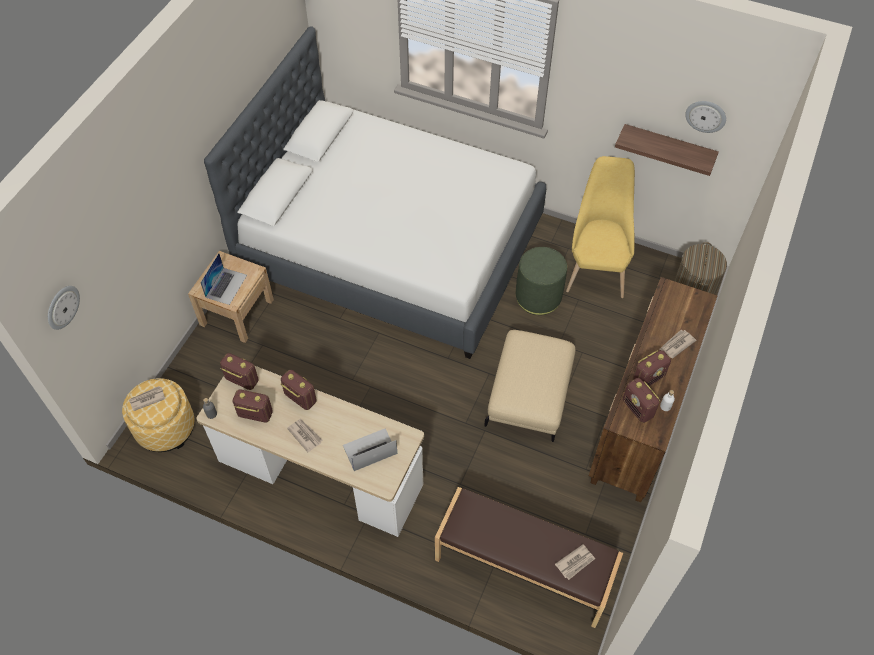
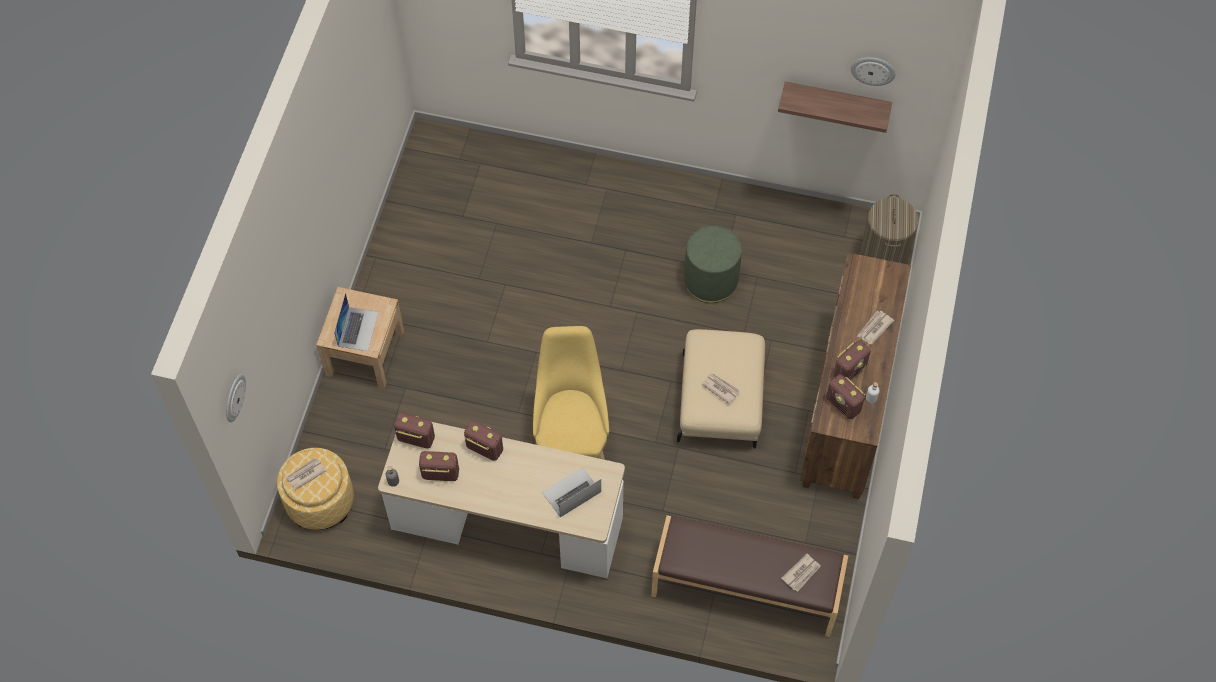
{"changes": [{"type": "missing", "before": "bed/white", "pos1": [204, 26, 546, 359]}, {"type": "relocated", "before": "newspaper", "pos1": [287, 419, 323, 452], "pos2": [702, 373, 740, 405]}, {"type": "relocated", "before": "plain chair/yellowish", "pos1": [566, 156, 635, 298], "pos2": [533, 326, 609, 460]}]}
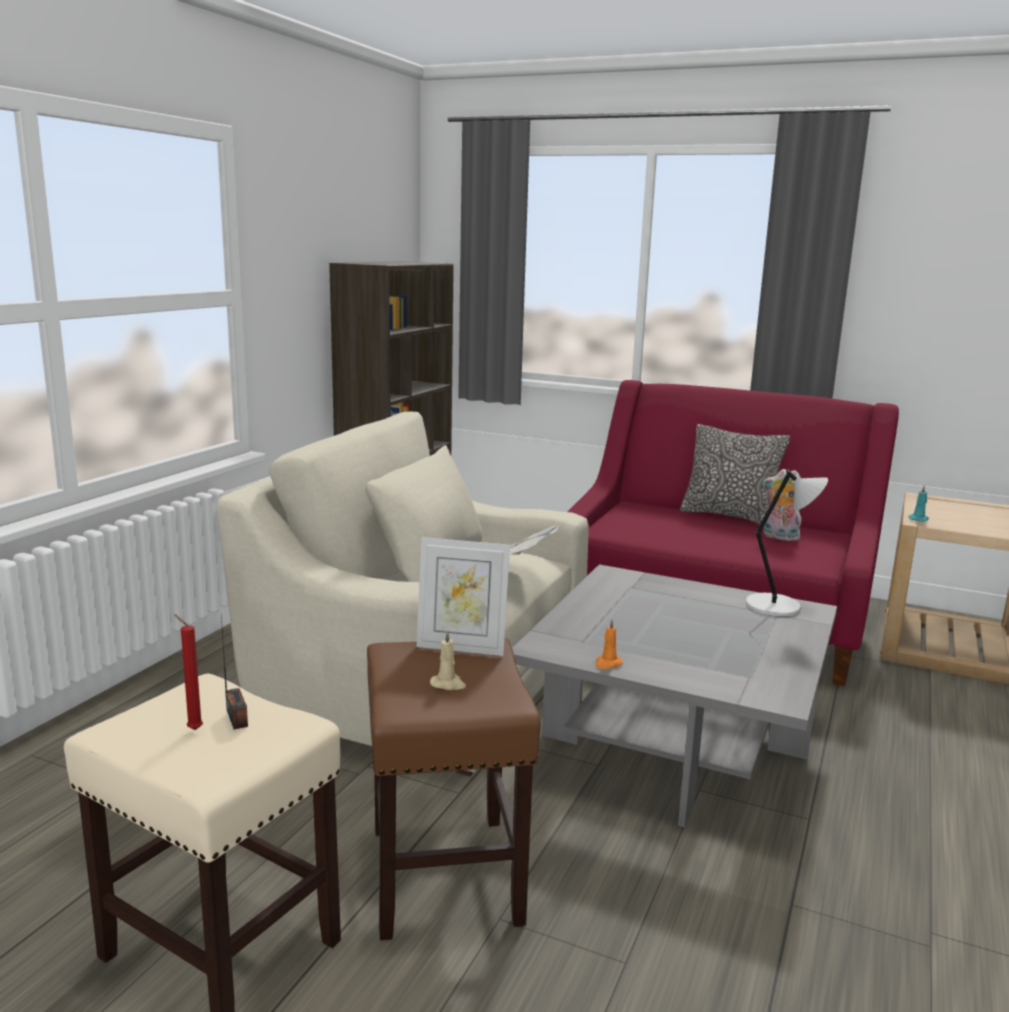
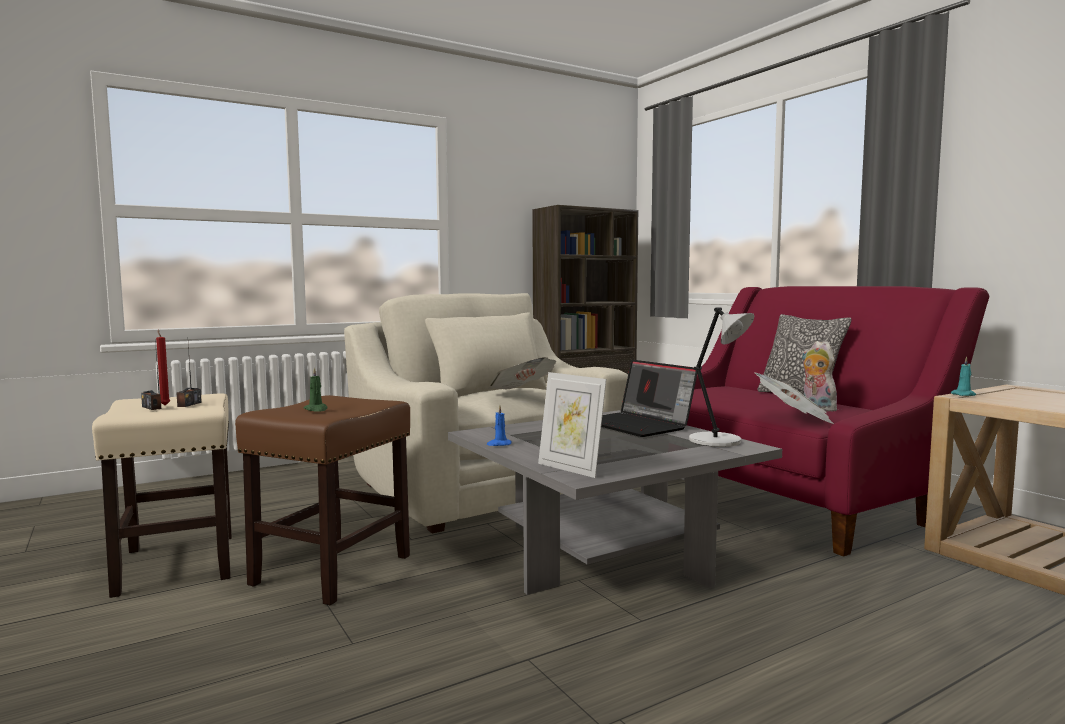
{"changes": [{"type": "relocated", "before": "standing frame", "pos1": [416, 537, 510, 656], "pos2": [538, 372, 606, 478]}, {"type": "colour", "before": "wax candle/beige-coloured", "after": "wax candle/greenish", "pos1": [430, 630, 466, 690], "pos2": [303, 368, 328, 412]}, {"type": "colour", "before": "wax candle/orange-coloured", "after": "wax candle/blue-coloured", "pos1": [596, 619, 623, 669], "pos2": [487, 405, 512, 446]}, {"type": "appeared", "after": "radio receiver", "pos2": [141, 340, 161, 410]}, {"type": "appeared", "after": "portable computer", "pos2": [601, 360, 697, 437]}, {"type": "appeared", "after": "newspaper", "pos2": [754, 372, 834, 424]}]}
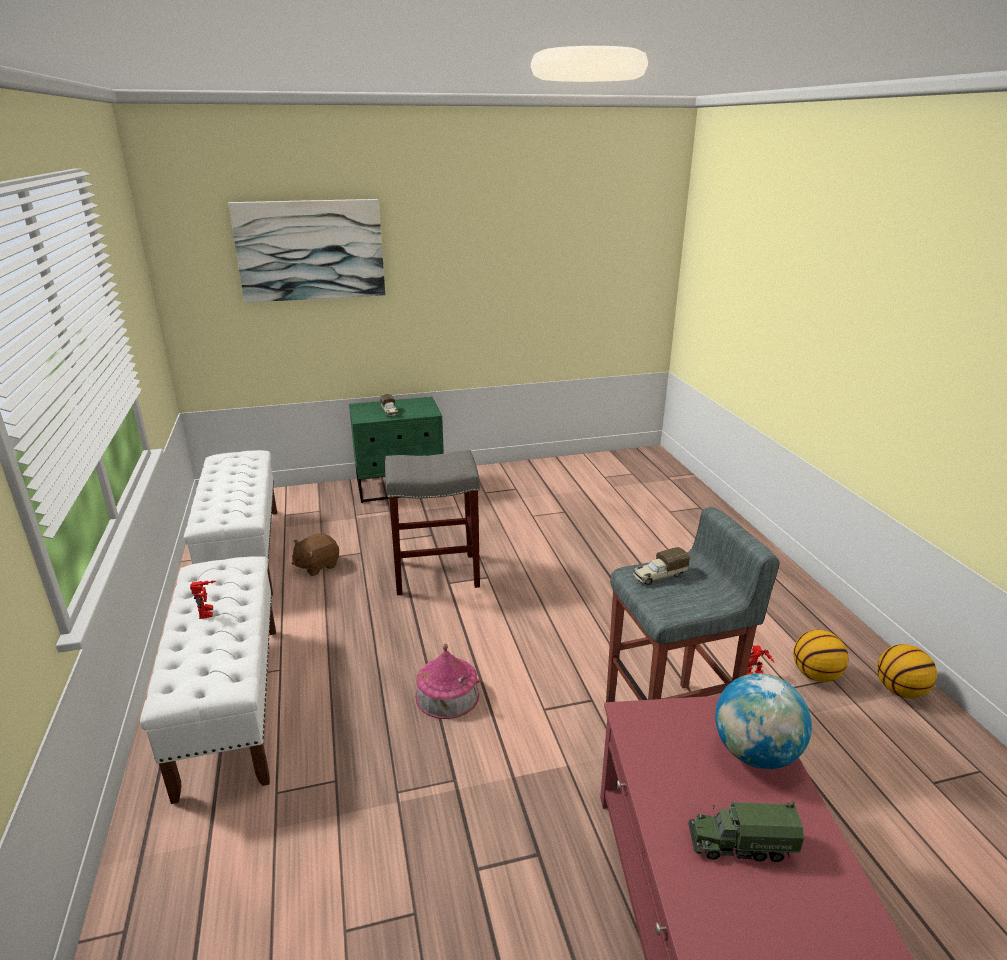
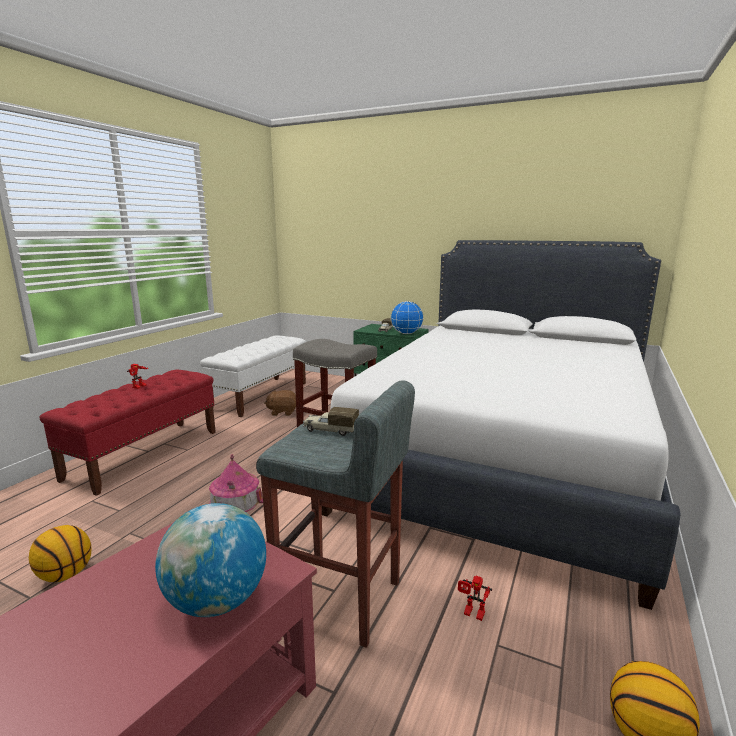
{"changes": [{"type": "colour", "before": "bench/white", "after": "bench/reddish", "pos1": [140, 556, 276, 804], "pos2": [39, 370, 216, 496]}, {"type": "missing", "before": "wall picture", "pos1": [228, 199, 385, 303]}, {"type": "missing", "before": "toy lorry", "pos1": [689, 801, 804, 862]}, {"type": "relocated", "before": "basketball ball", "pos1": [794, 630, 848, 682], "pos2": [29, 525, 92, 582]}, {"type": "appeared", "after": "bed/white", "pos2": [322, 240, 681, 610]}, {"type": "appeared", "after": "desk globe", "pos2": [391, 301, 424, 334]}]}
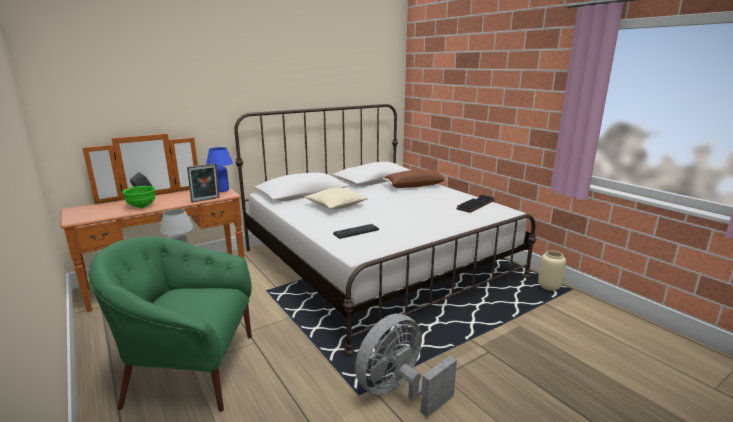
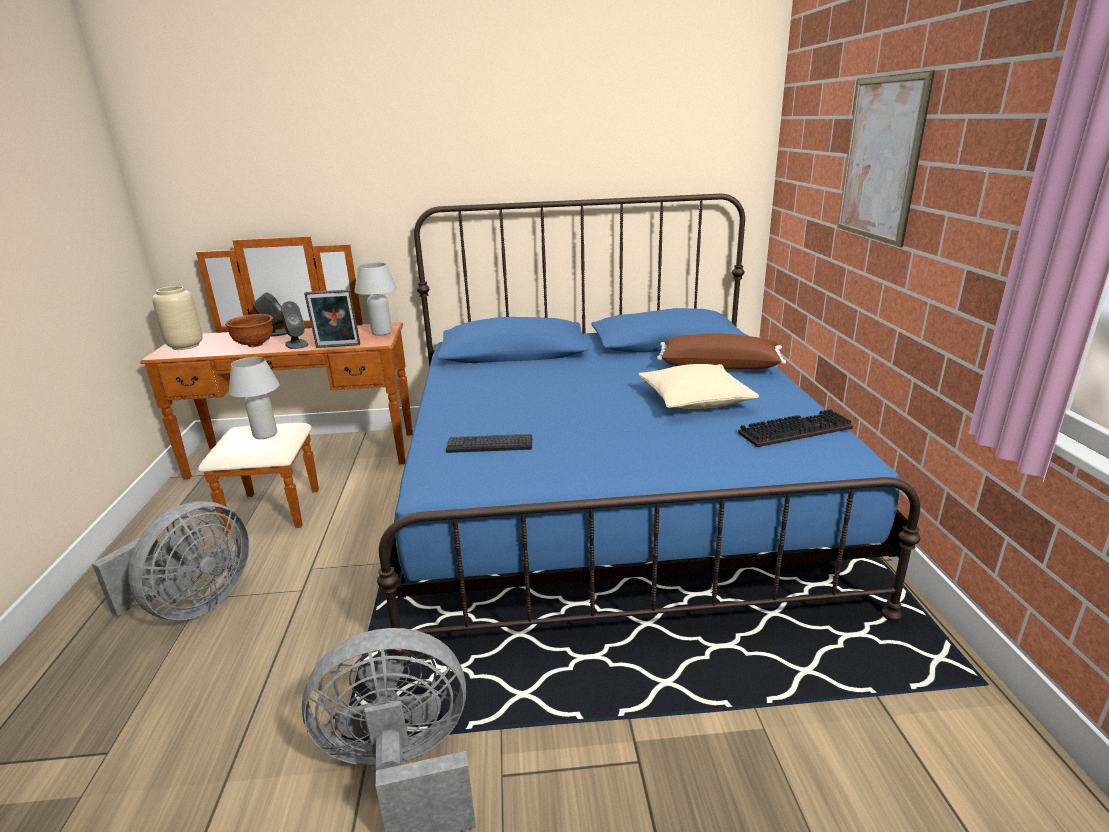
{"changes": [{"type": "exchanged", "before": "easy chair/greenish", "after": "electric fan/grey", "pos1": [88, 236, 252, 412], "pos2": [92, 501, 249, 620]}, {"type": "colour", "before": "serving bowl/greenish", "after": "serving bowl/brownish", "pos1": [122, 186, 156, 208], "pos2": [225, 314, 273, 347]}, {"type": "colour", "before": "table lamp/blue-coloured", "after": "table lamp/white", "pos1": [206, 147, 233, 192], "pos2": [354, 262, 397, 336]}, {"type": "colour", "before": "bed/white", "after": "bed/blue-coloured", "pos1": [234, 104, 536, 356], "pos2": [377, 194, 921, 665]}, {"type": "relocated", "before": "pillow/beige-coloured", "pos1": [304, 187, 368, 209], "pos2": [639, 364, 759, 409]}, {"type": "relocated", "before": "flower vase/beige-coloured", "pos1": [538, 250, 566, 291], "pos2": [152, 286, 203, 350]}, {"type": "appeared", "after": "audio speaker/grey", "pos2": [281, 301, 308, 349]}, {"type": "appeared", "after": "wall picture", "pos2": [837, 70, 935, 248]}]}
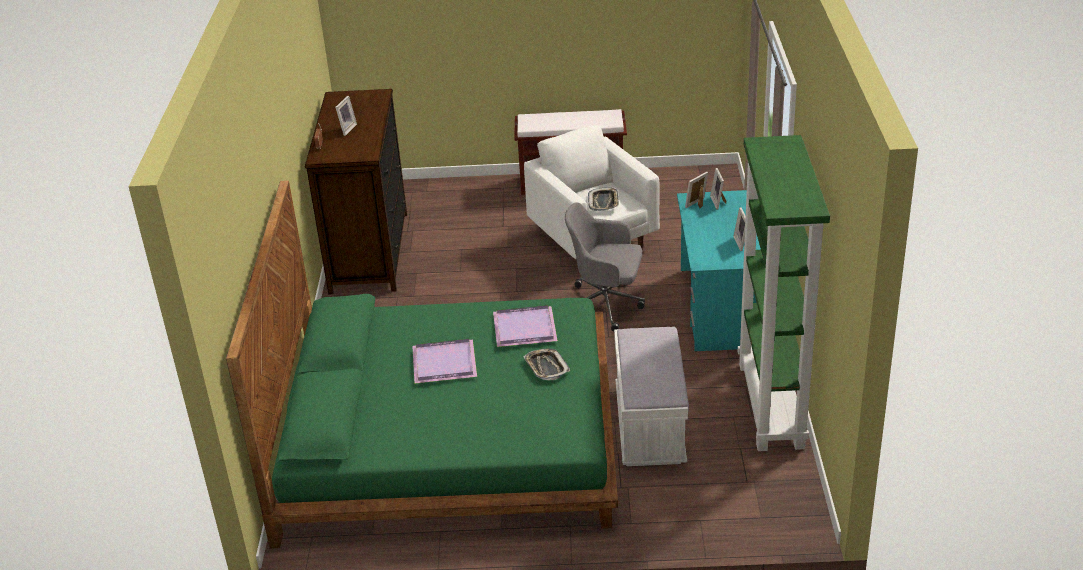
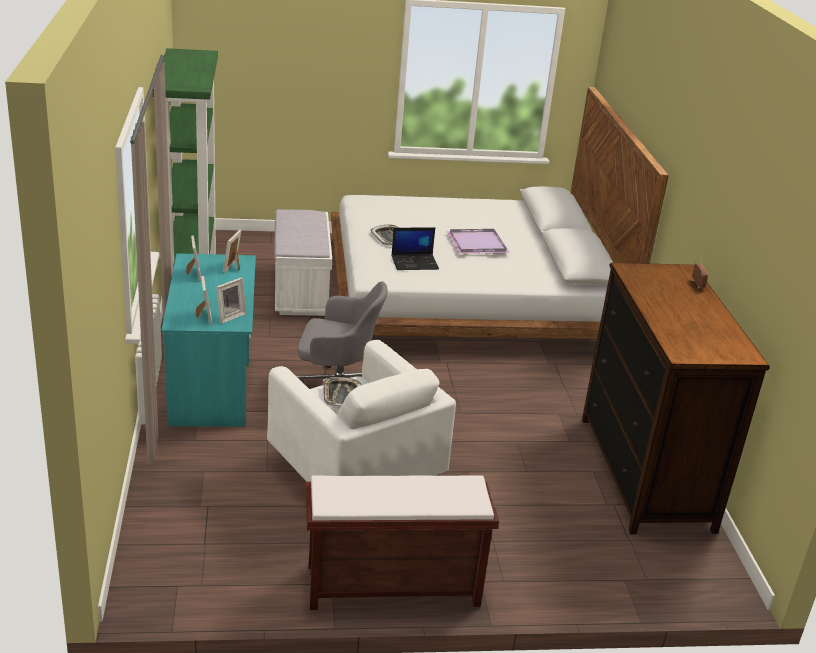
{"changes": [{"type": "colour", "before": "bed/greenish", "after": "bed/white", "pos1": [226, 181, 618, 548], "pos2": [331, 87, 669, 339]}, {"type": "relocated", "before": "standing frame", "pos1": [335, 96, 357, 136], "pos2": [223, 230, 241, 273]}, {"type": "exchanged", "before": "tray/purplish", "after": "portable computer", "pos1": [493, 305, 558, 347], "pos2": [391, 227, 439, 270]}]}
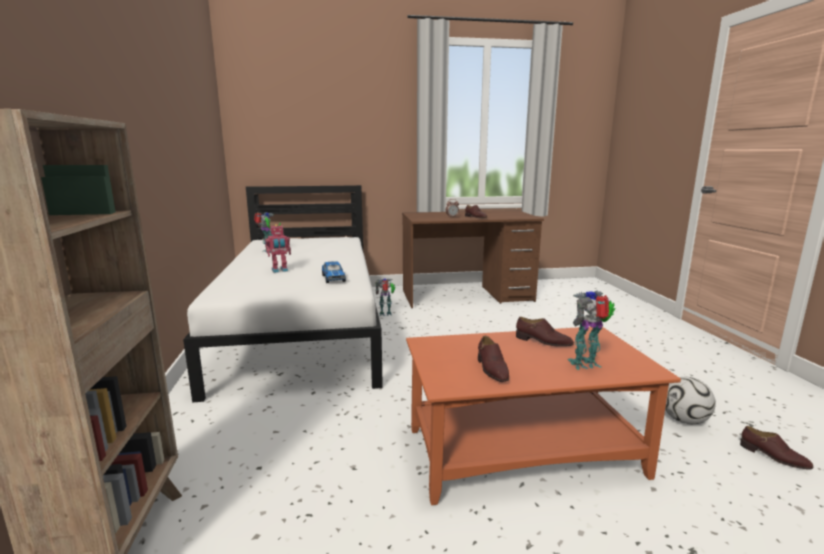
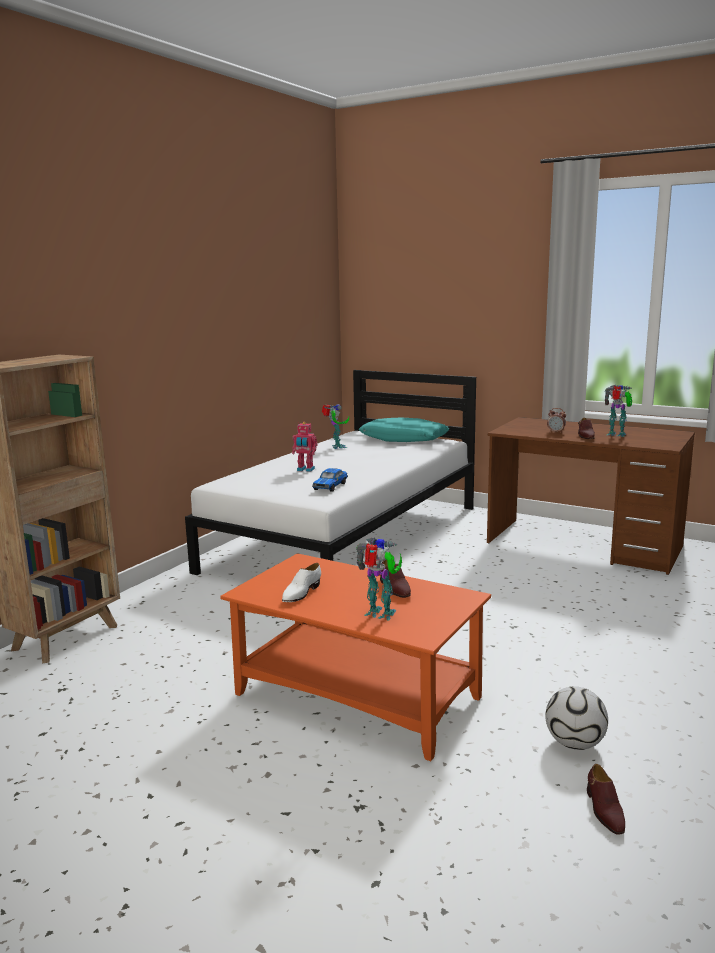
{"changes": [{"type": "relocated", "before": "model robot", "pos1": [376, 278, 395, 316], "pos2": [605, 385, 632, 437]}, {"type": "colour", "before": "shoe/brownish", "after": "shoe/white", "pos1": [478, 336, 509, 382], "pos2": [282, 563, 321, 602]}, {"type": "appeared", "after": "pillow/turquoise-coloured", "pos2": [359, 417, 449, 442]}]}
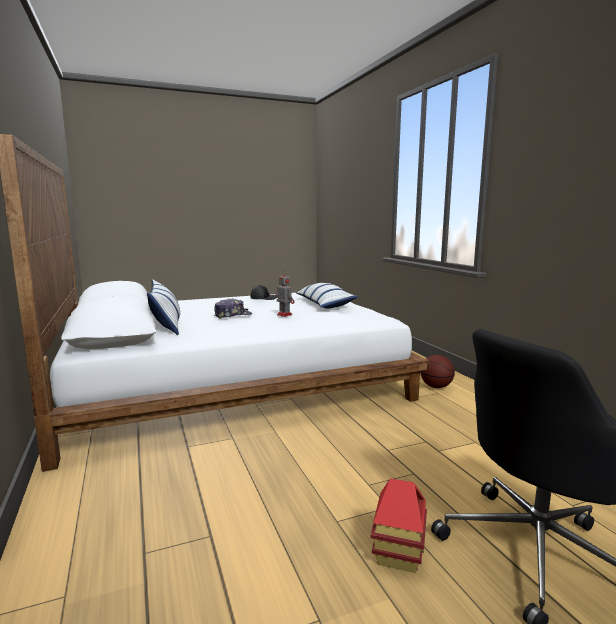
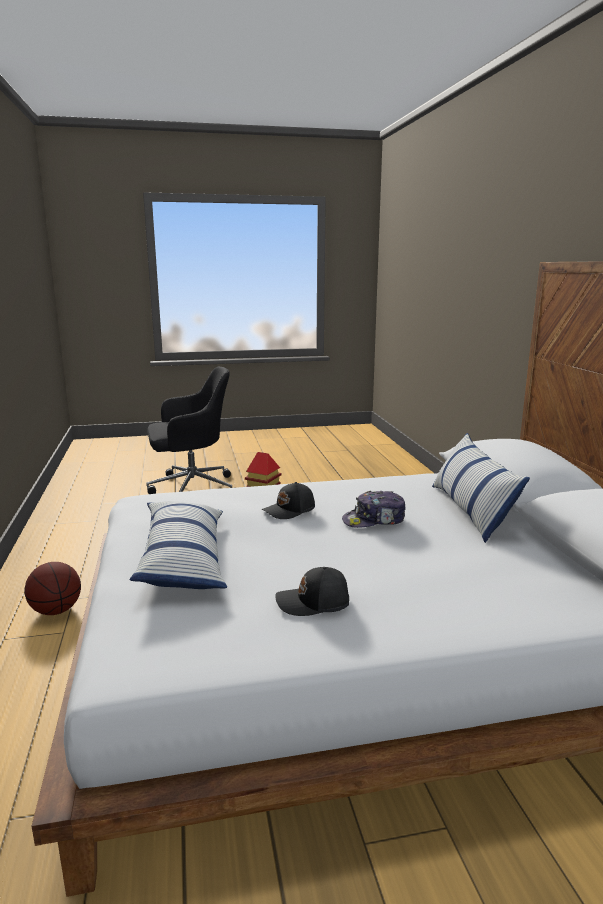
{"changes": [{"type": "exchanged", "before": "model robot", "after": "cap/black", "pos1": [276, 271, 294, 317], "pos2": [262, 482, 315, 519]}]}
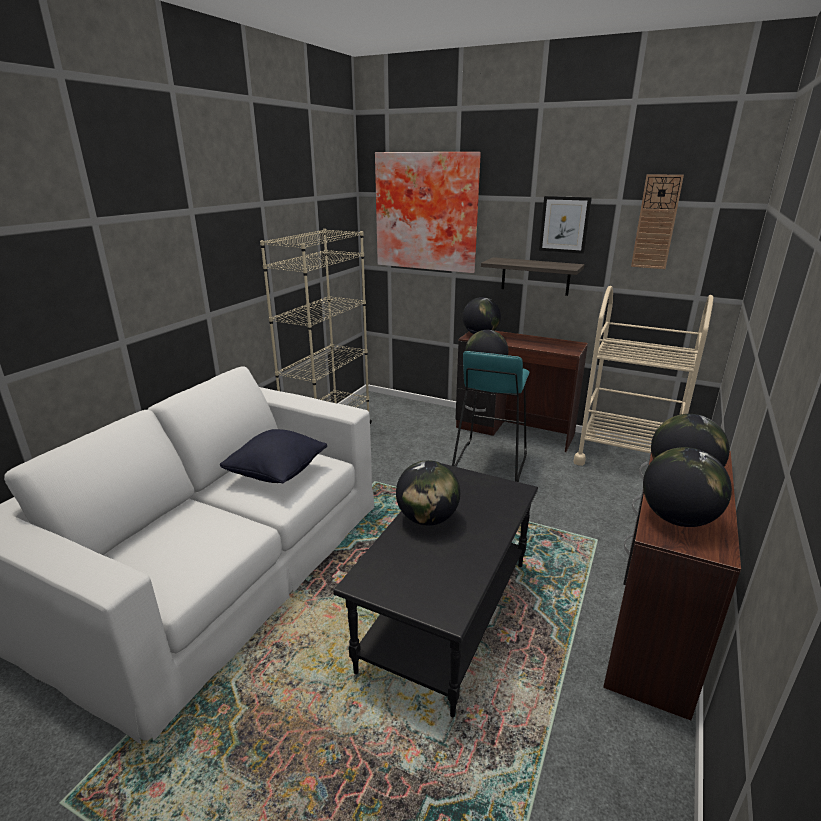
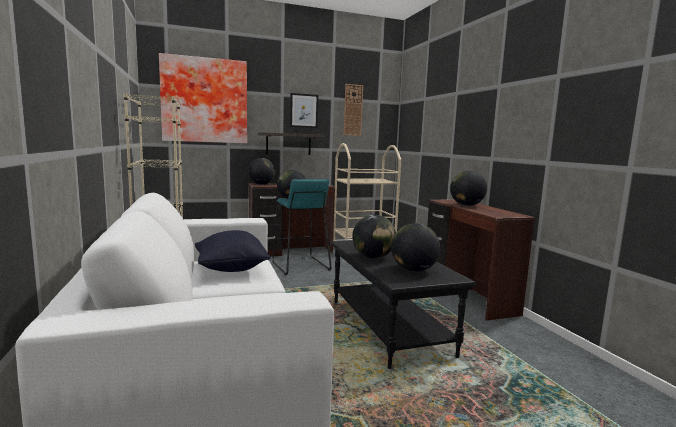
{"changes": [{"type": "relocated", "before": "desk globe", "pos1": [643, 447, 732, 527], "pos2": [391, 223, 440, 272]}]}
